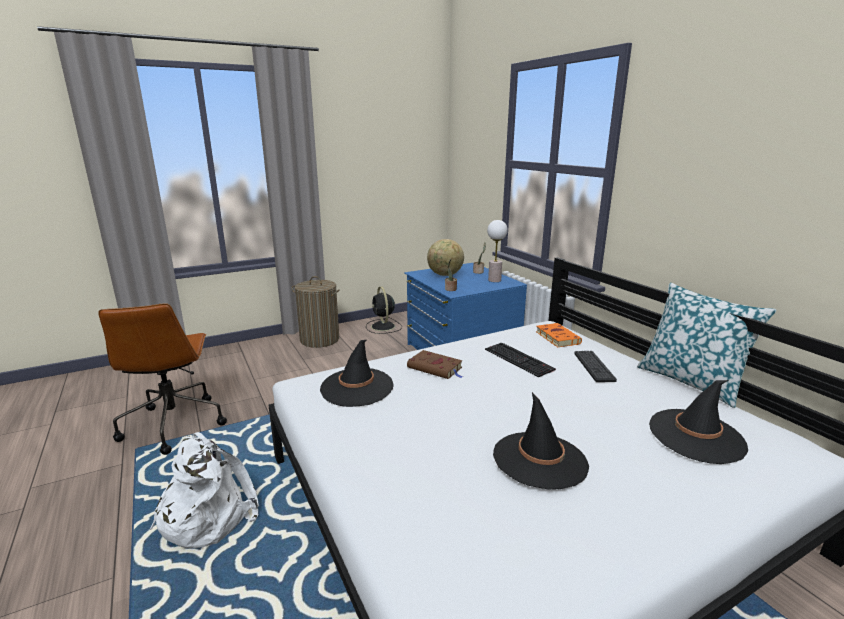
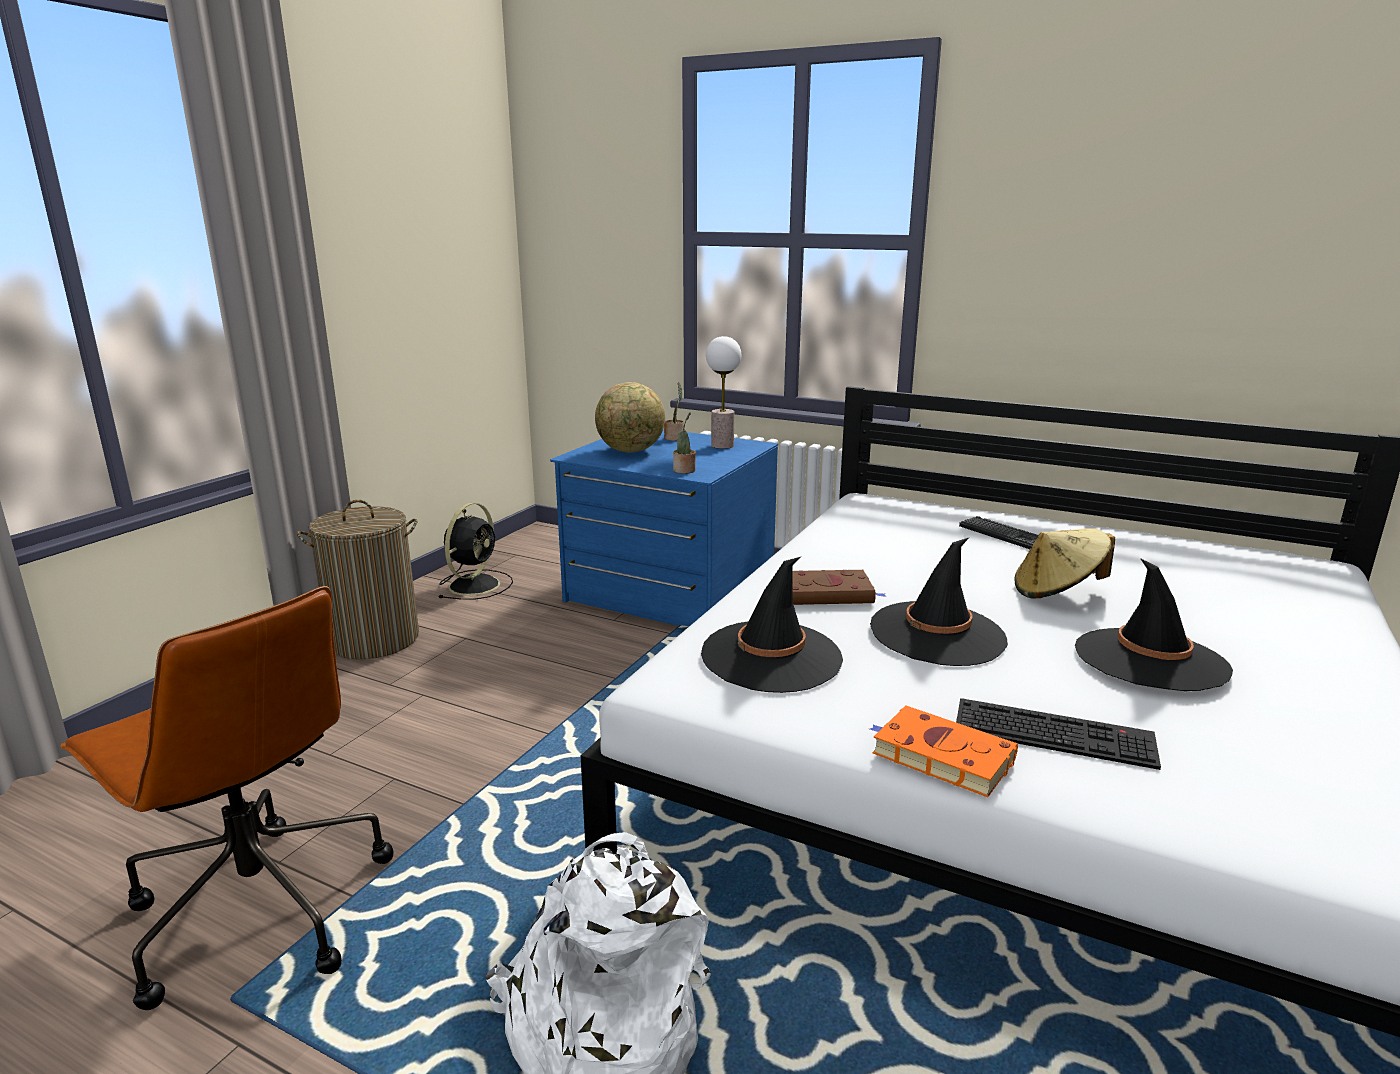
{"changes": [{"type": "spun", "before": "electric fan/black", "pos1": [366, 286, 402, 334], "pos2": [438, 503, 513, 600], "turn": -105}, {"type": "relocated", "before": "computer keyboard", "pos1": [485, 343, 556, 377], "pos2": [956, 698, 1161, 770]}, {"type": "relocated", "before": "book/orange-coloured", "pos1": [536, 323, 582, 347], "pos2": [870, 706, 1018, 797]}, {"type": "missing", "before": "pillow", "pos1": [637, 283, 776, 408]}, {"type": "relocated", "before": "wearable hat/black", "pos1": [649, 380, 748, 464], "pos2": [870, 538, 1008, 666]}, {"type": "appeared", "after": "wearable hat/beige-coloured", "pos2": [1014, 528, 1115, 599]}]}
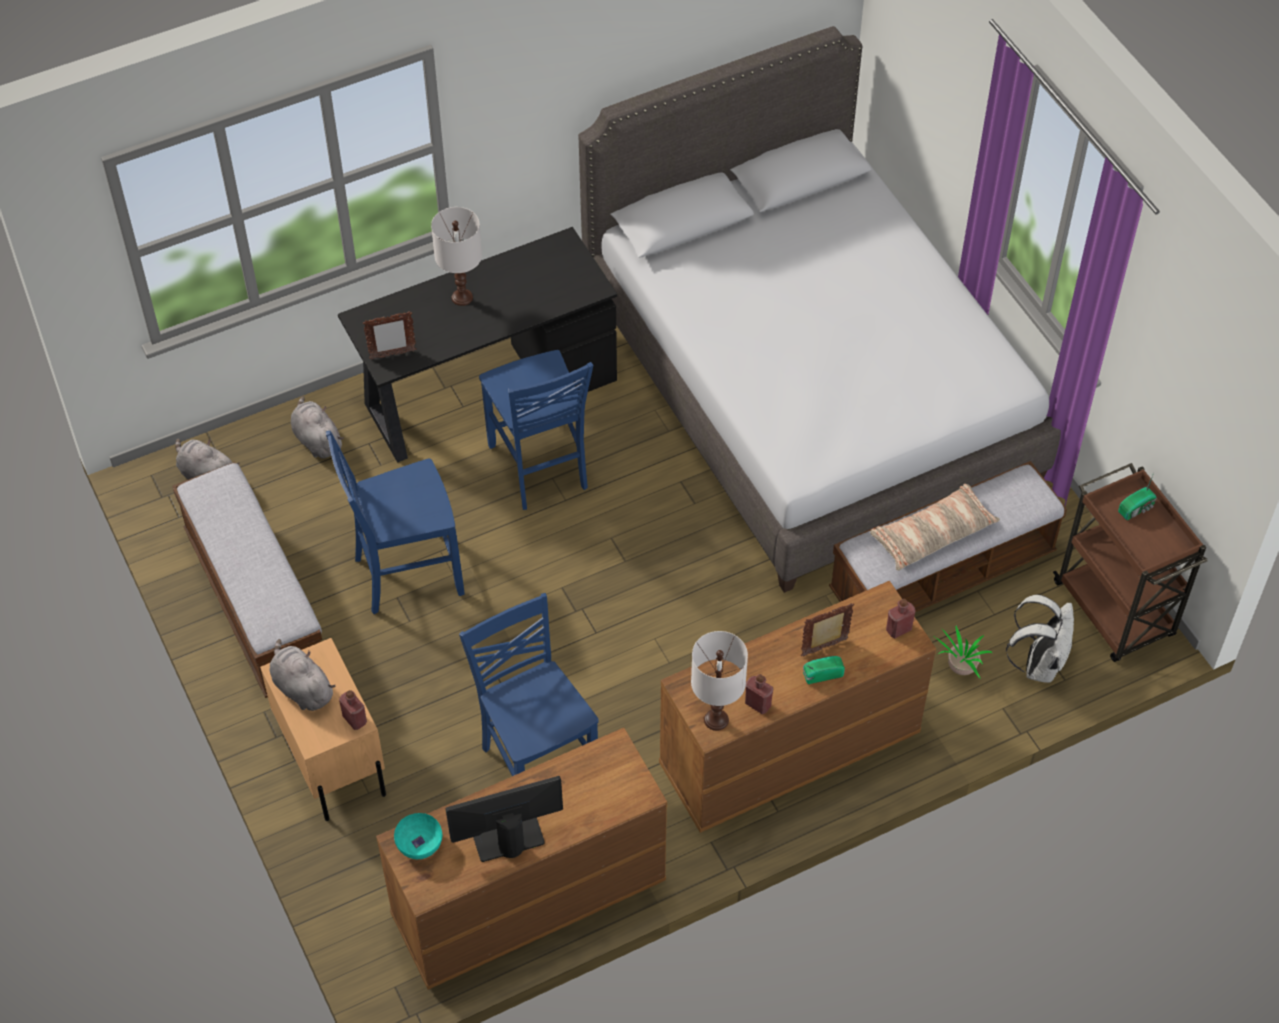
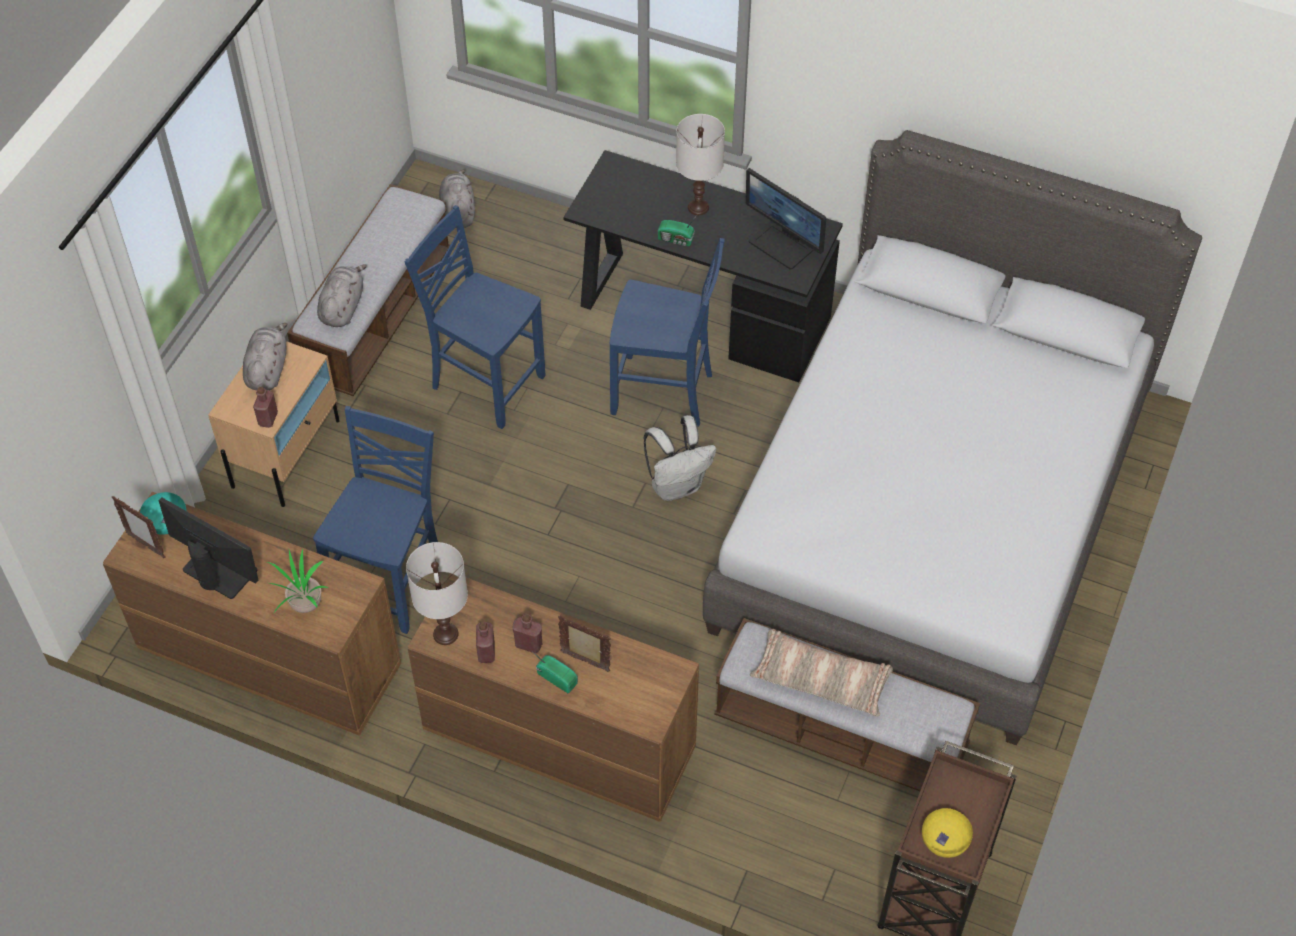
{"changes": [{"type": "relocated", "before": "soft toy/grey", "pos1": [291, 396, 344, 458], "pos2": [317, 264, 367, 327]}, {"type": "relocated", "before": "standing frame", "pos1": [363, 311, 416, 360], "pos2": [112, 496, 165, 558]}, {"type": "spun", "before": "plain chair/blue-coloured", "pos1": [479, 350, 593, 510], "pos2": [610, 238, 725, 427], "turn": -105}, {"type": "relocated", "before": "beverage bottle/reddish", "pos1": [886, 599, 916, 638], "pos2": [513, 614, 542, 654]}, {"type": "relocated", "before": "plant in a pot", "pos1": [935, 625, 993, 679], "pos2": [267, 548, 329, 613]}, {"type": "relocated", "before": "knapsack/white", "pos1": [1006, 594, 1074, 683], "pos2": [644, 415, 716, 501]}, {"type": "relocated", "before": "radio receiver", "pos1": [1118, 473, 1157, 520], "pos2": [658, 215, 697, 246]}, {"type": "appeared", "after": "computer display", "pos2": [746, 168, 826, 269]}, {"type": "appeared", "after": "serving bowl/yellowish", "pos2": [922, 808, 973, 858]}]}
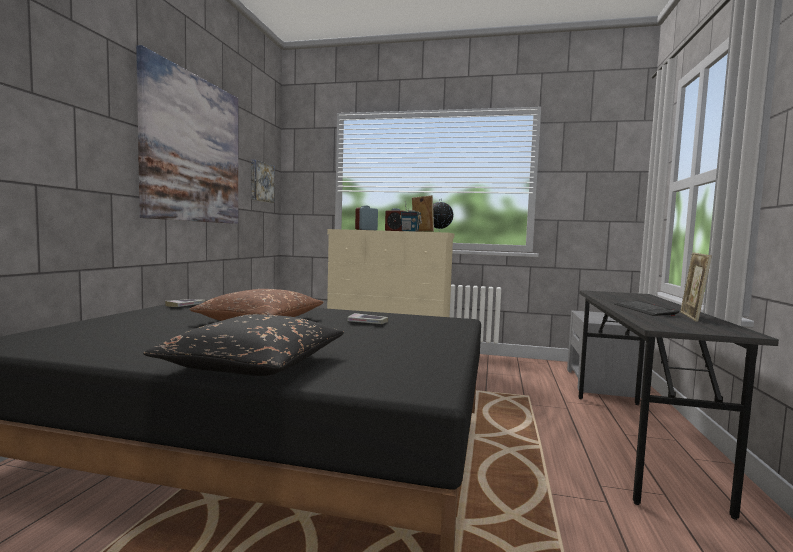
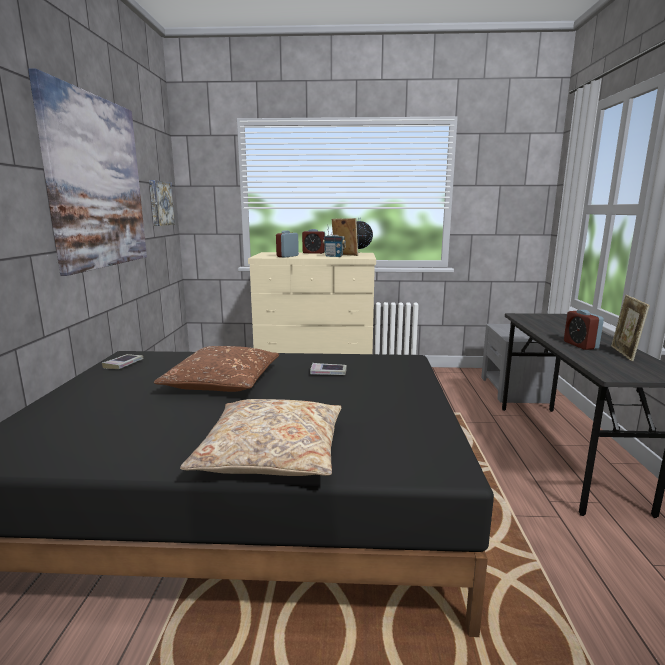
{"changes": [{"type": "colour", "before": "pillow/black", "after": "pillow/beige-coloured", "pos1": [143, 314, 344, 376], "pos2": [180, 399, 341, 476]}, {"type": "exchanged", "before": "computer keyboard", "after": "bedside clock", "pos1": [614, 300, 679, 316], "pos2": [564, 310, 604, 350]}]}
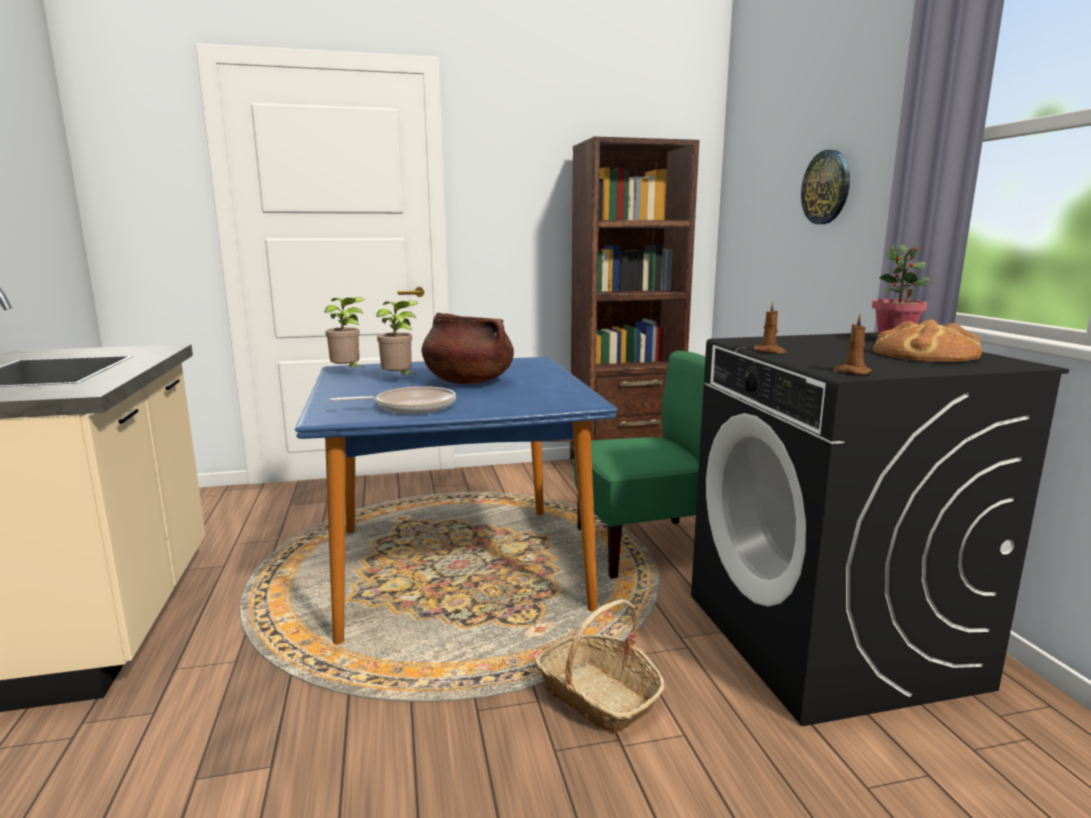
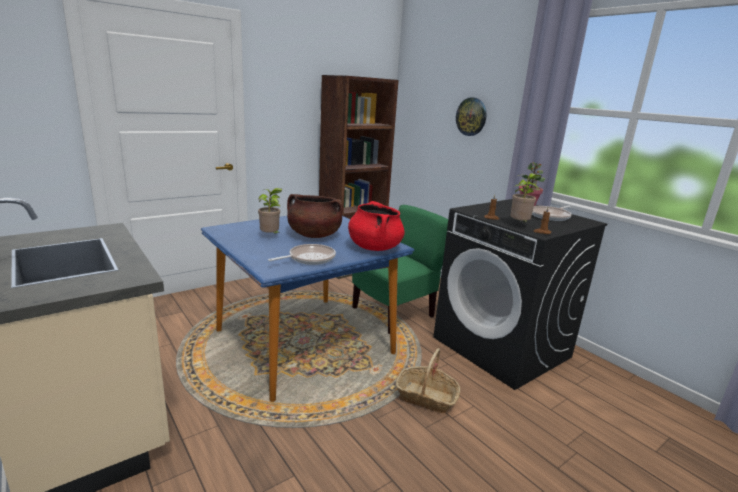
{"changes": [{"type": "relocated", "before": "plant in a pot", "pos1": [325, 297, 365, 368], "pos2": [510, 173, 541, 222]}, {"type": "exchanged", "before": "baked bread", "after": "pan", "pos1": [873, 320, 982, 362], "pos2": [532, 205, 572, 221]}, {"type": "appeared", "after": "cooking pot/reddish", "pos2": [348, 201, 405, 251]}]}
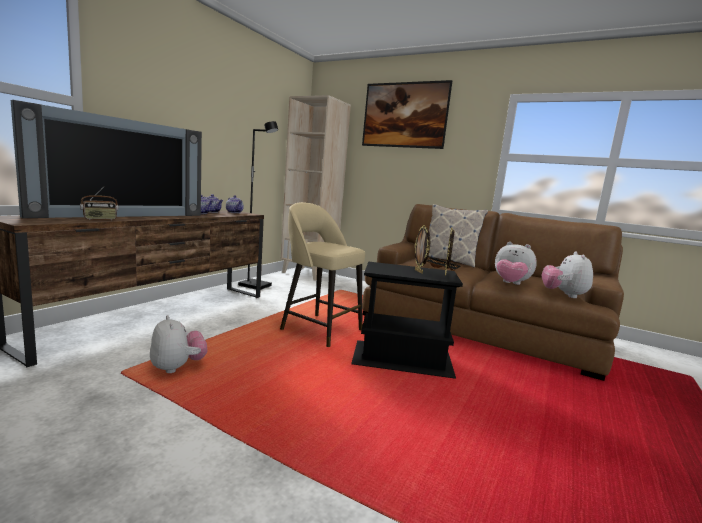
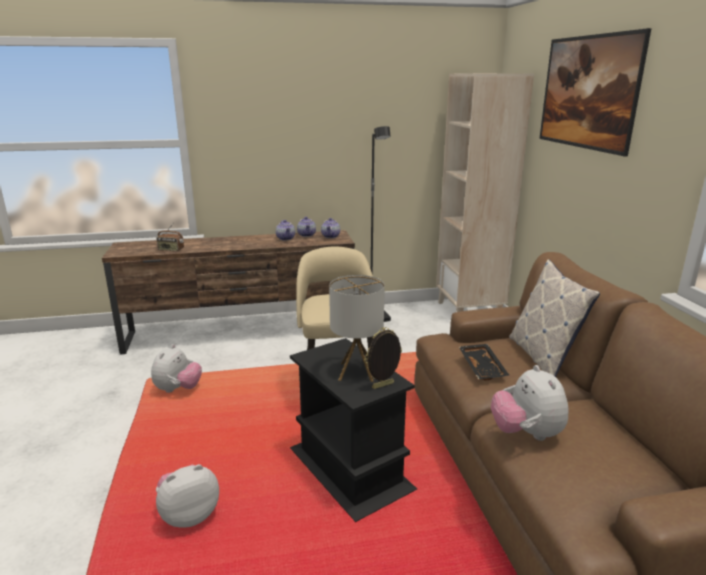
{"changes": [{"type": "missing", "before": "television", "pos1": [11, 100, 202, 218]}, {"type": "exchanged", "before": "standing frame", "after": "table lamp", "pos1": [415, 225, 430, 274], "pos2": [329, 275, 385, 382]}, {"type": "relocated", "before": "soft toy", "pos1": [541, 252, 593, 298], "pos2": [156, 464, 219, 528]}]}
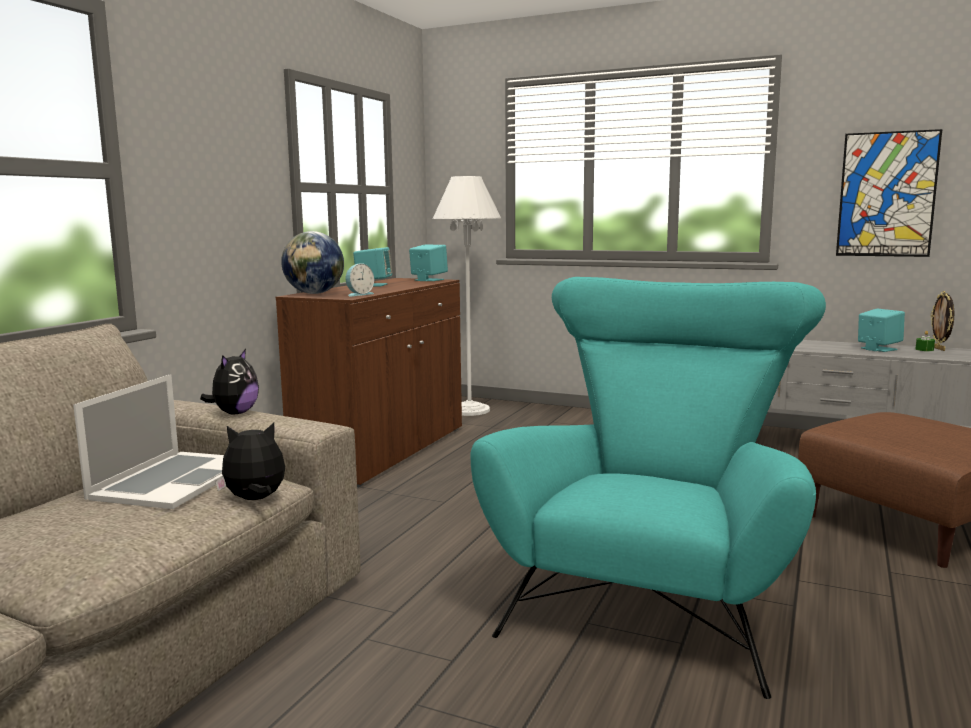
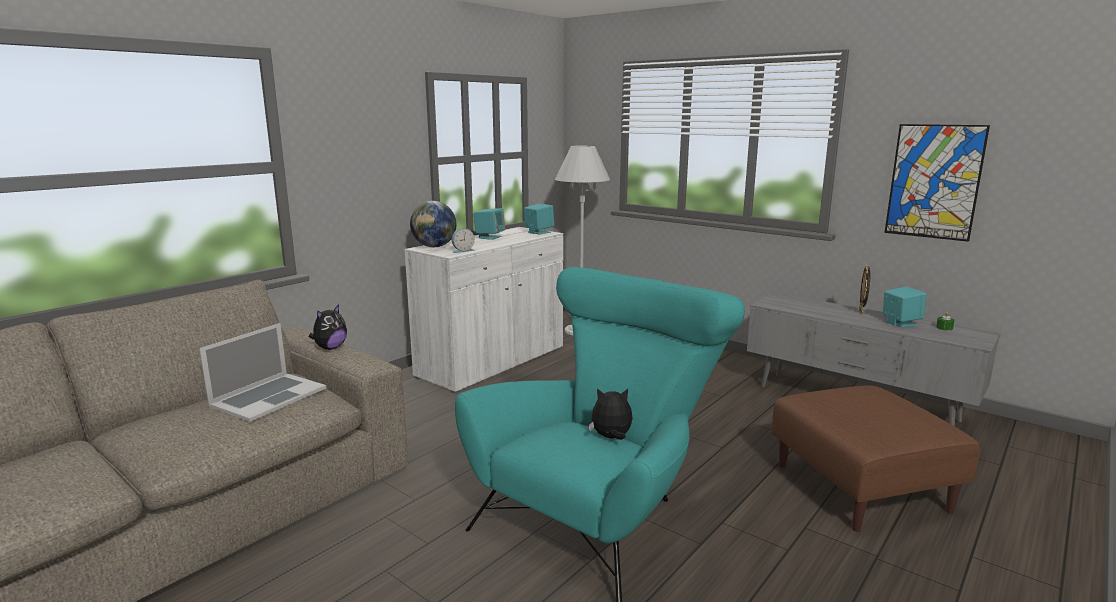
{"changes": [{"type": "relocated", "before": "soft toy", "pos1": [215, 423, 285, 500], "pos2": [589, 388, 633, 440]}, {"type": "colour", "before": "cabinet/brownish", "after": "cabinet/white", "pos1": [276, 278, 462, 488], "pos2": [404, 227, 563, 394]}, {"type": "relocated", "before": "standing frame", "pos1": [931, 291, 955, 351], "pos2": [859, 265, 871, 315]}]}
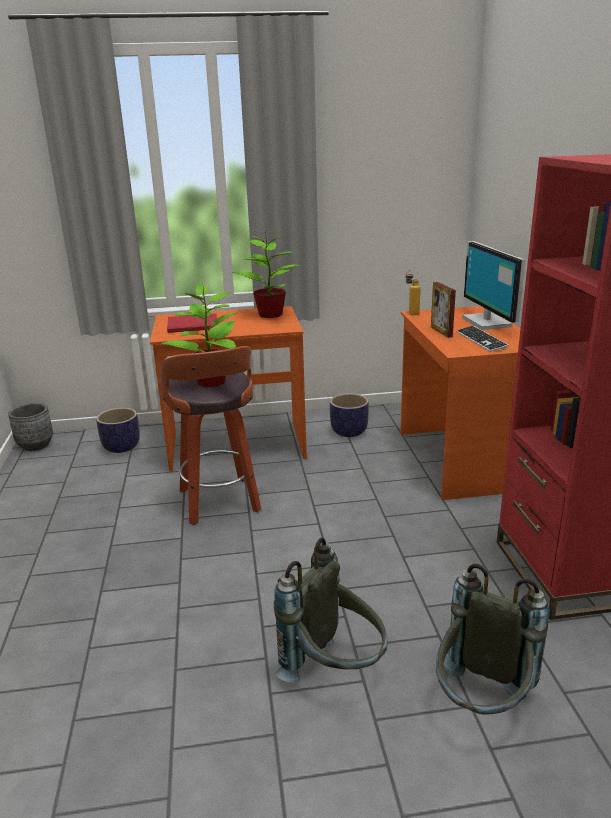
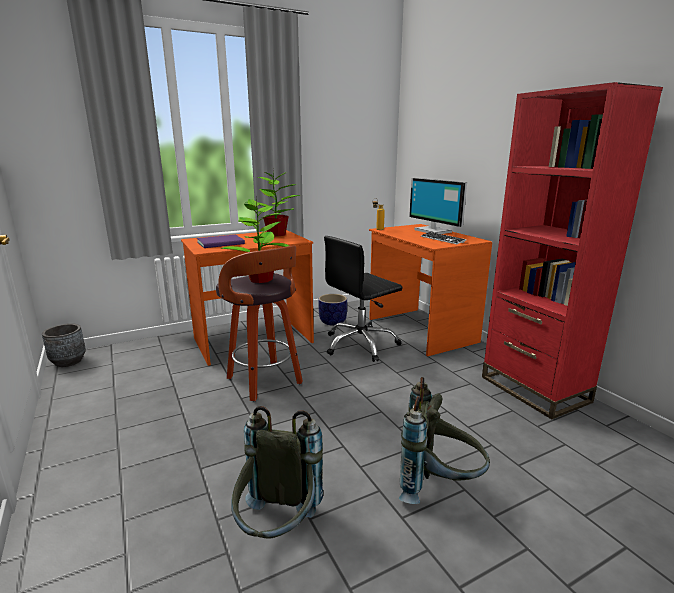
{"changes": [{"type": "missing", "before": "planter", "pos1": [96, 408, 140, 453]}, {"type": "colour", "before": "book/reddish", "after": "book/purplish", "pos1": [167, 314, 218, 333], "pos2": [197, 235, 245, 248]}, {"type": "missing", "before": "standing frame", "pos1": [431, 282, 456, 338]}, {"type": "relocated", "before": "knapsack/grey", "pos1": [436, 564, 550, 715], "pos2": [231, 406, 323, 538]}, {"type": "appeared", "after": "desk chair/black", "pos2": [324, 236, 402, 362]}]}
